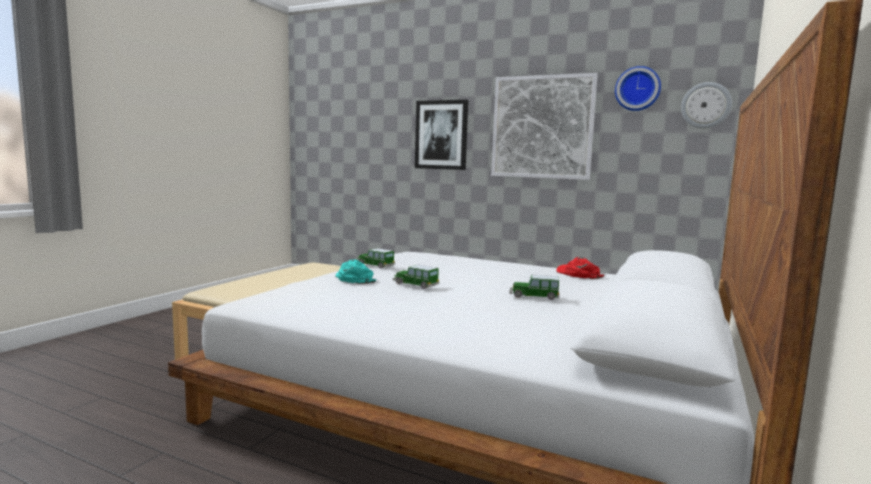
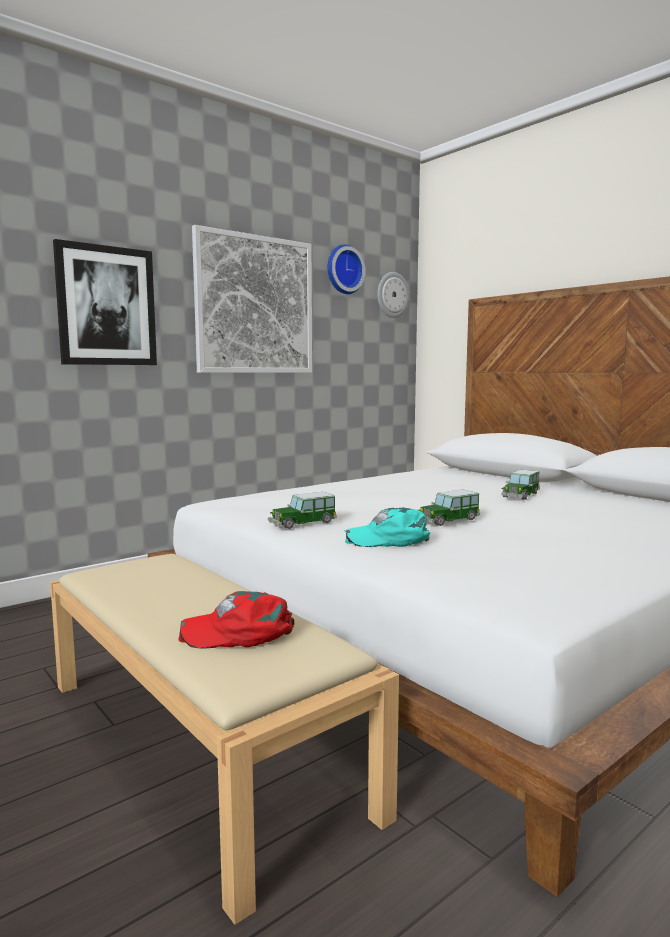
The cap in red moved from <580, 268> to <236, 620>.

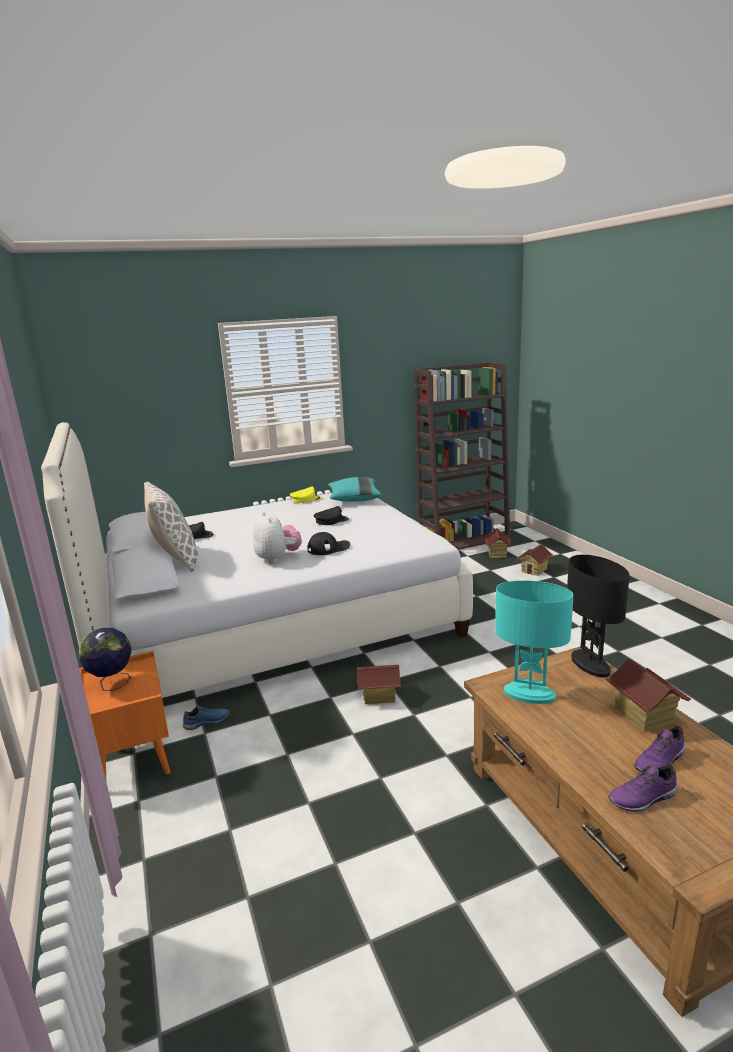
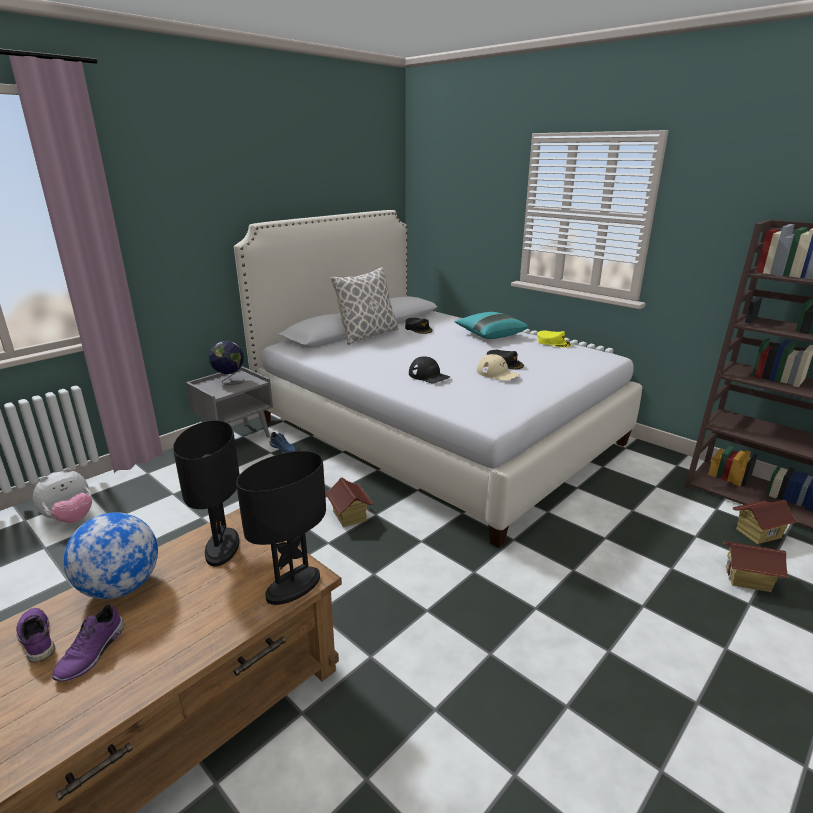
The plush toy moved from <277, 537> to <62, 495>. The shoe in purple at <659, 749> turned 105 degrees counterclockwise. The globe at <110, 555> appeared. The table lamp in turquoise at <534, 642> became the table lamp in black at <206, 493>. The nightstand in orange at <124, 714> became the nightstand in grey at <229, 402>. The pillow in turquoise moved from <354, 489> to <492, 325>. The cap in beige at <498, 367> appeared. The toy house at <648, 695> disappeared.

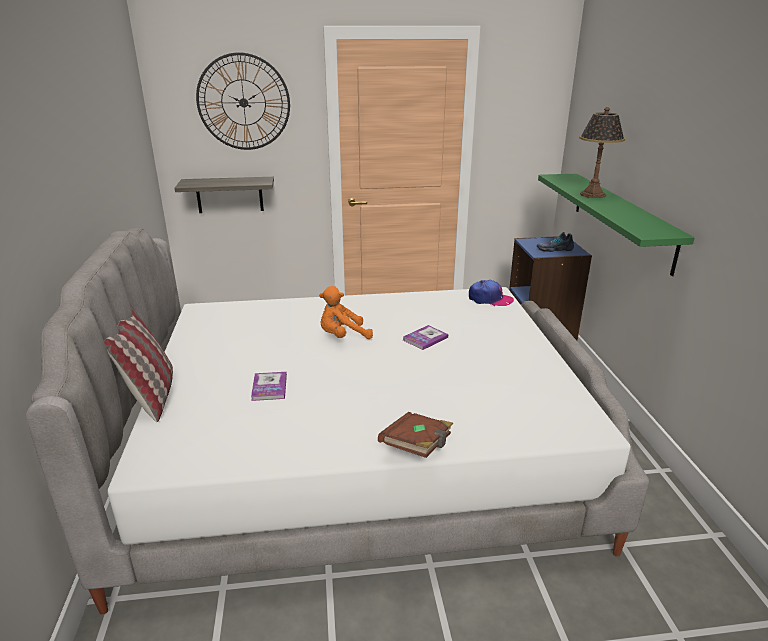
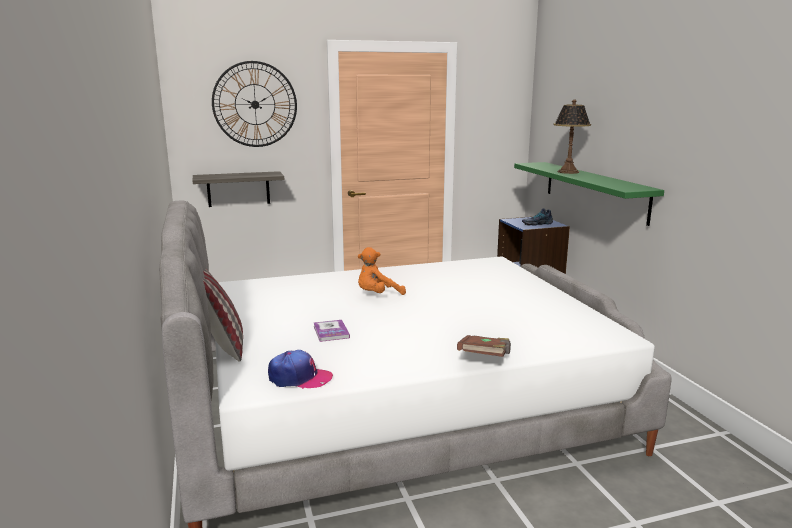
The cap moved from <491, 293> to <300, 369>. The book at <425, 337> disappeared.

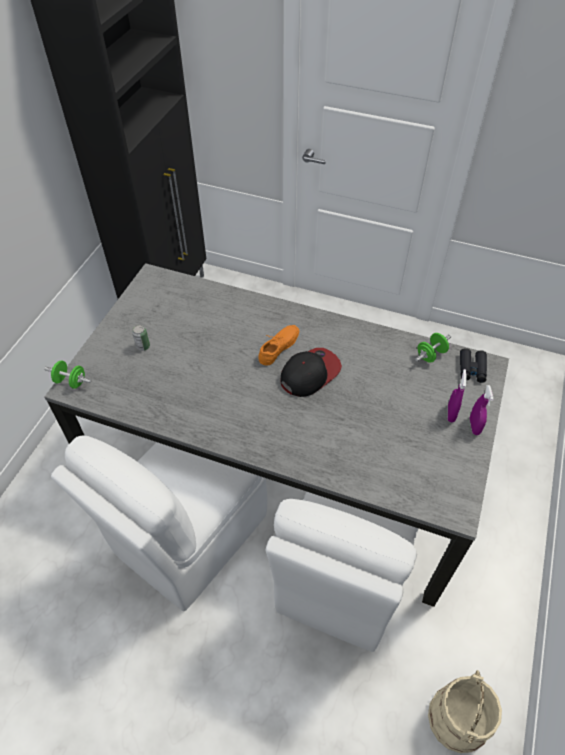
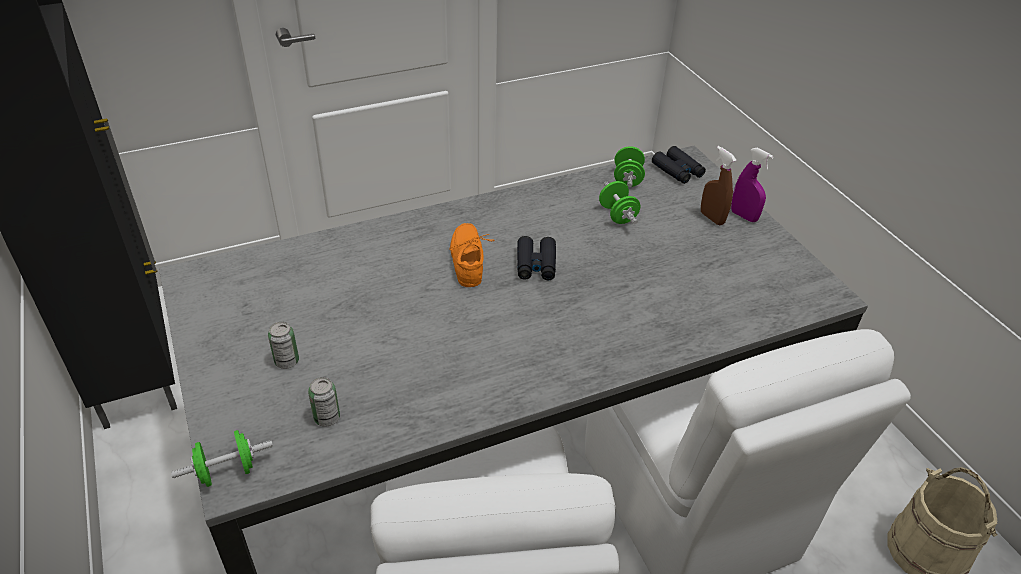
The can at <324, 402> appeared. The cap at <311, 372> was replaced by the binoculars in black at <536, 258>. The dumbbell in green at <619, 202> appeared. The spray bottle in purple at <457, 396> became the spray bottle in brown at <718, 185>.

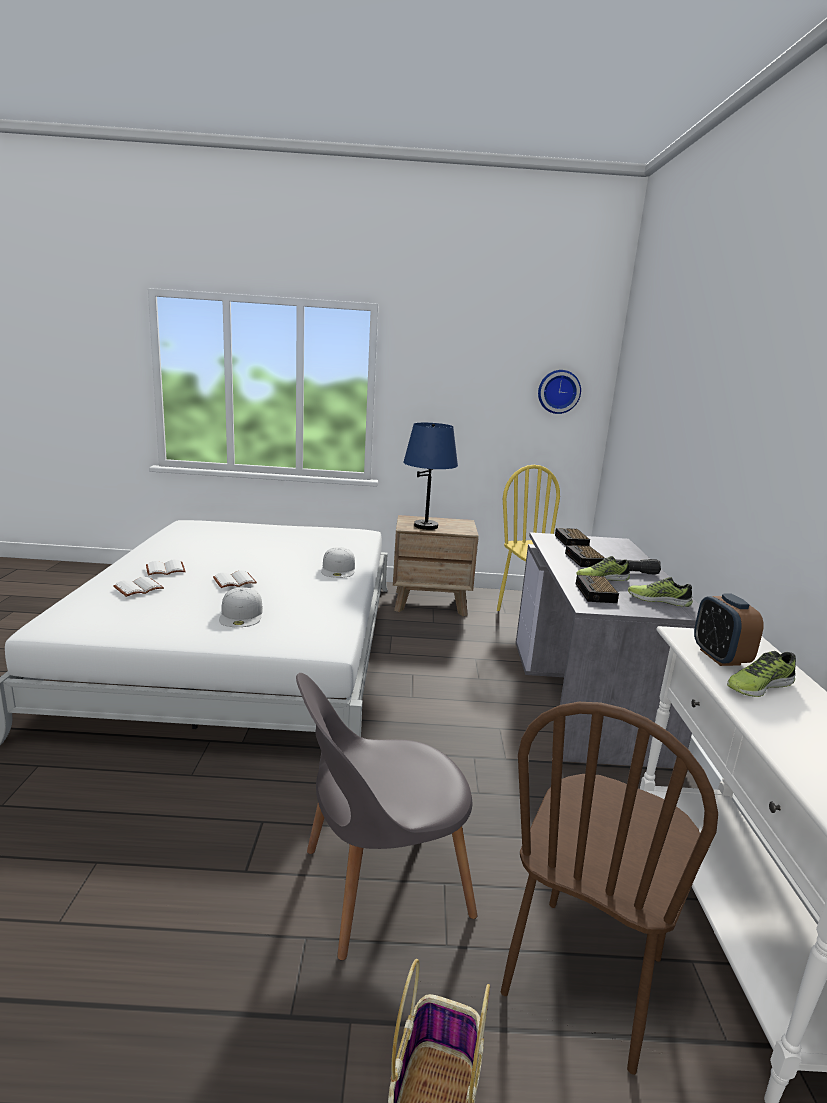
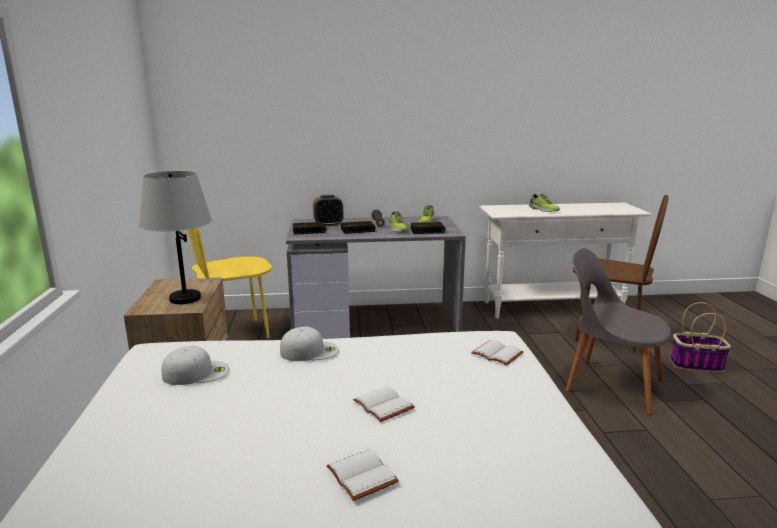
The table lamp in blue at <430, 476> became the table lamp in grey at <175, 237>. The cap in white moved from <241, 607> to <195, 365>. The alarm clock moved from <729, 630> to <328, 210>. The book in white moved from <138, 587> to <497, 352>. The chair in grey at <386, 816> turned 150 degrees clockwise. The wall clock at <559, 392> disappeared.

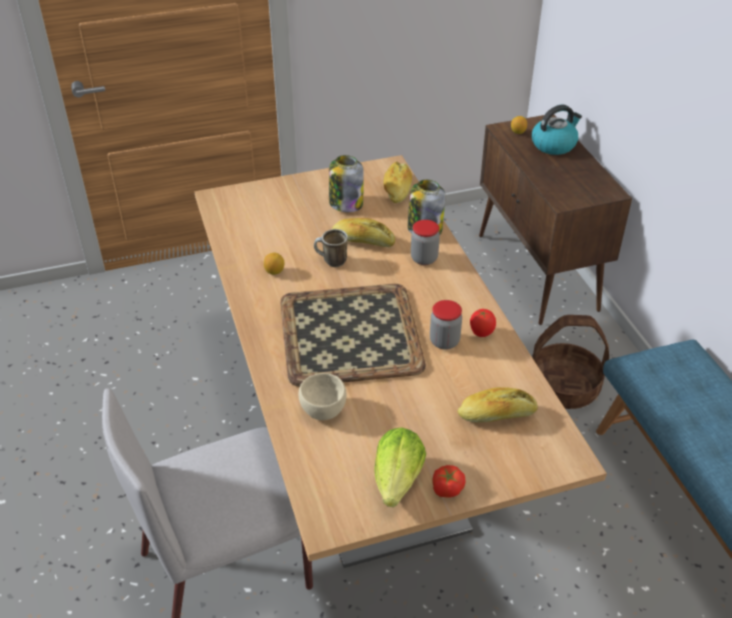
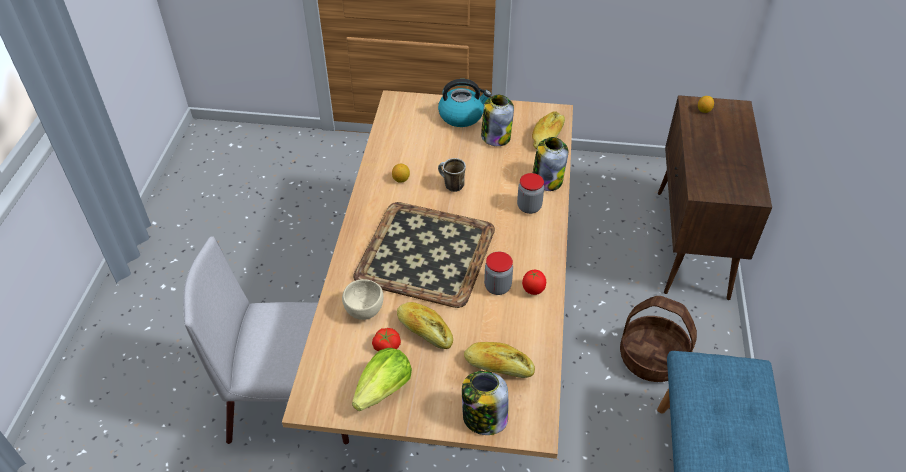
The tomato moved from <449, 481> to <386, 340>. The bread moved from <363, 232> to <425, 325>. The kettle moved from <557, 130> to <464, 103>. The jar at <485, 403> appeared.

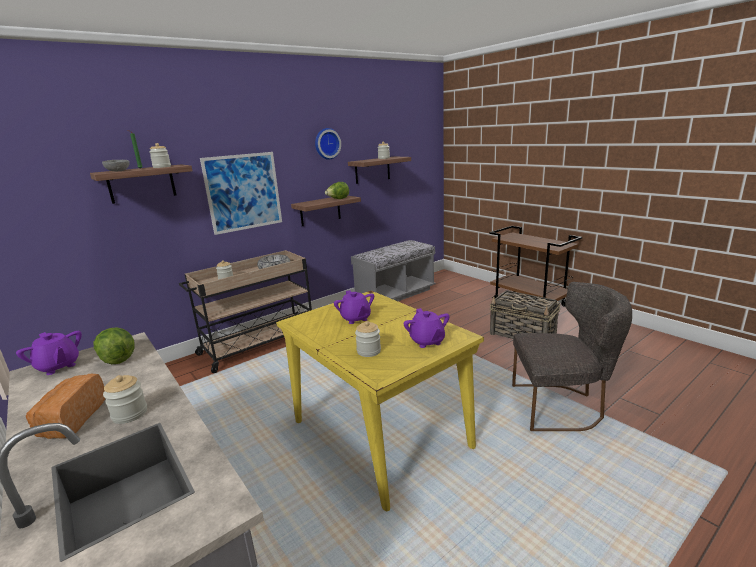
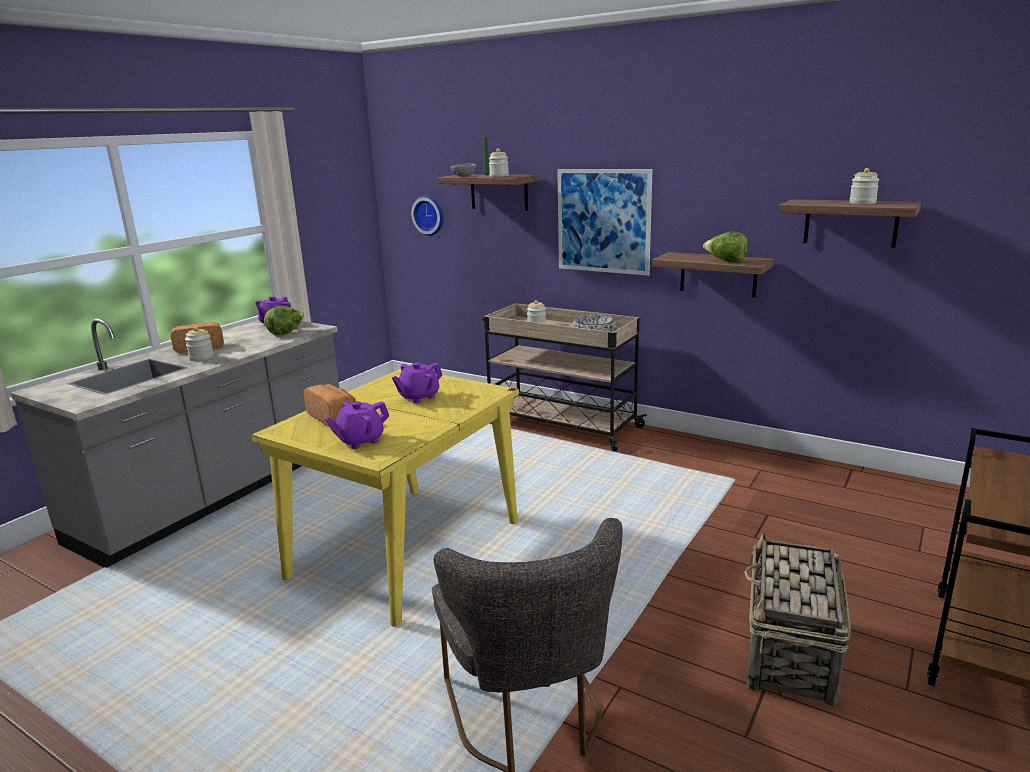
The jar at <368, 339> was replaced by the bread at <329, 405>. The wall clock moved from <328, 144> to <427, 215>. The bench in grey at <393, 270> disappeared.

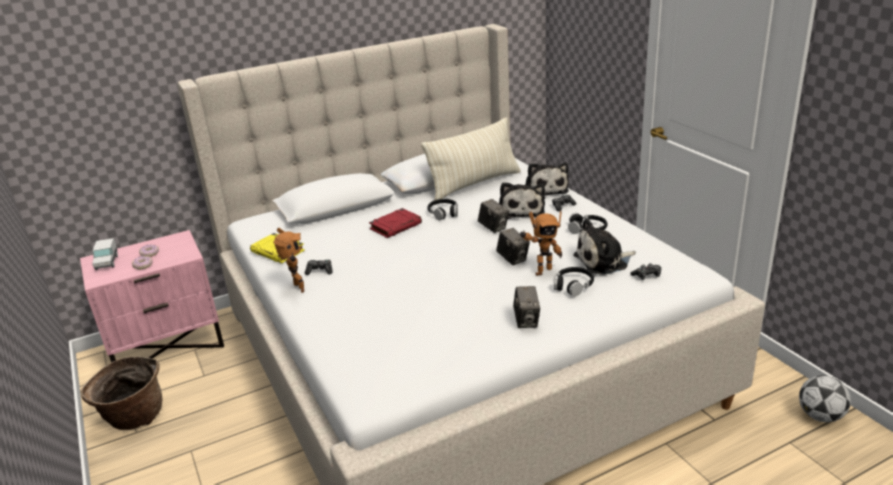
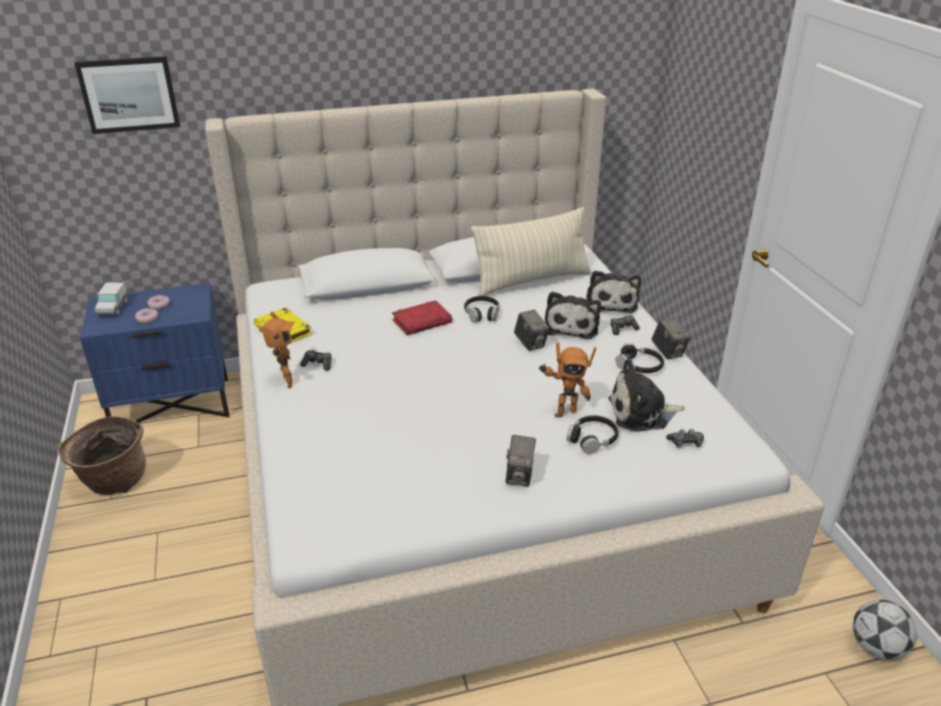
The picture at <127, 95> appeared. The nightstand in pink at <152, 296> became the nightstand in blue at <155, 353>. The photo camera moved from <513, 246> to <671, 338>.

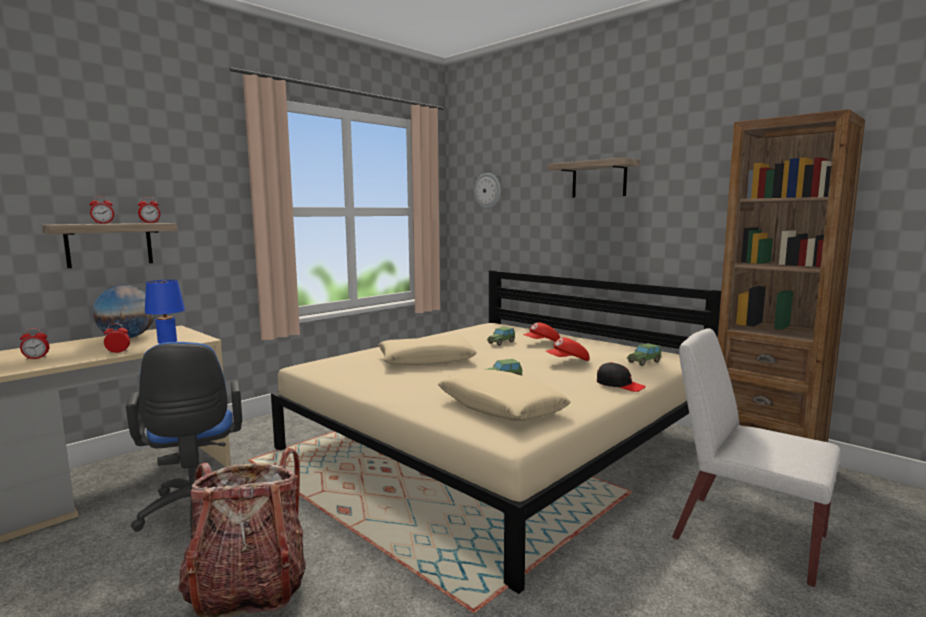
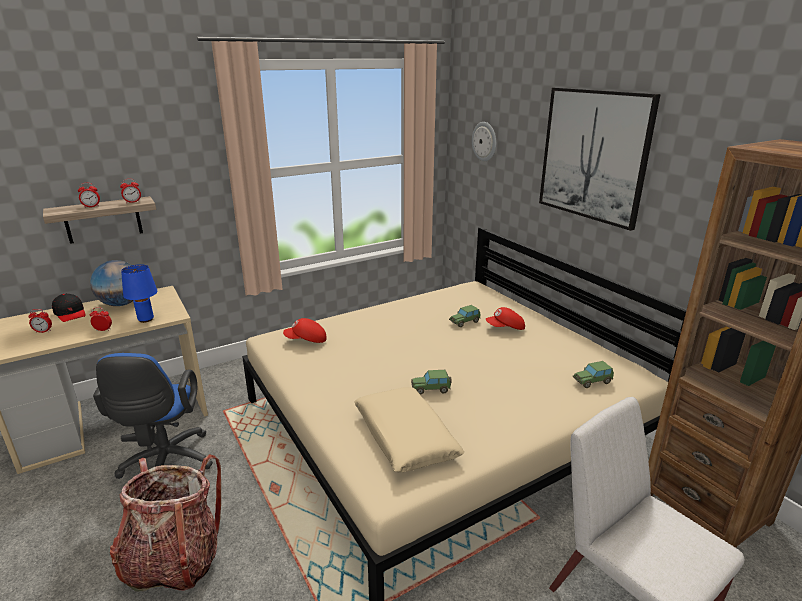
The cap in black moved from <621, 377> to <69, 308>. The cap in red moved from <567, 349> to <305, 330>. The shelf at <594, 178> was replaced by the picture at <600, 159>. The pillow in beige at <428, 350> disappeared.

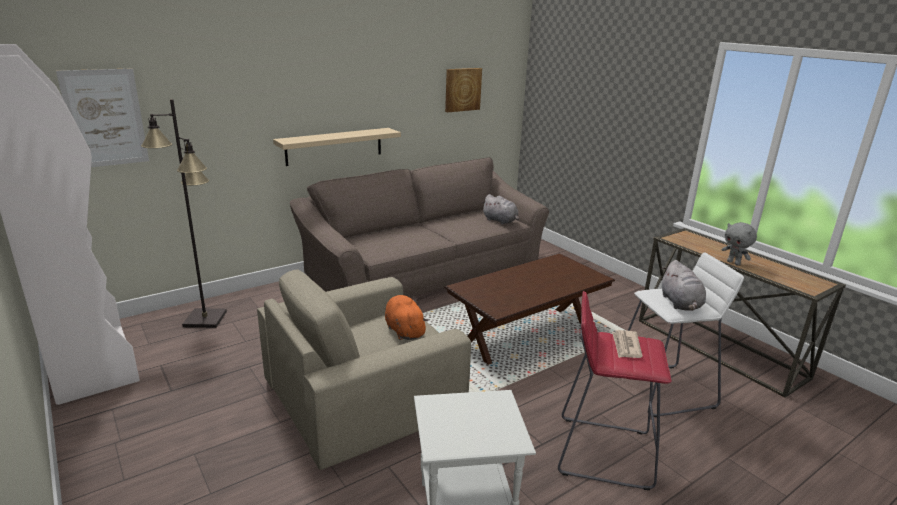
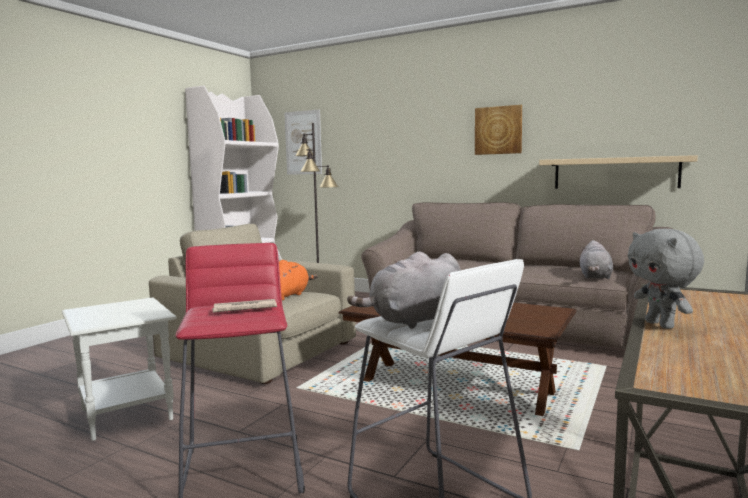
The picture moved from <463, 90> to <498, 130>. The shelf in beige moved from <337, 147> to <618, 172>. The plush toy in grey at <739, 243> turned 45 degrees counterclockwise.

